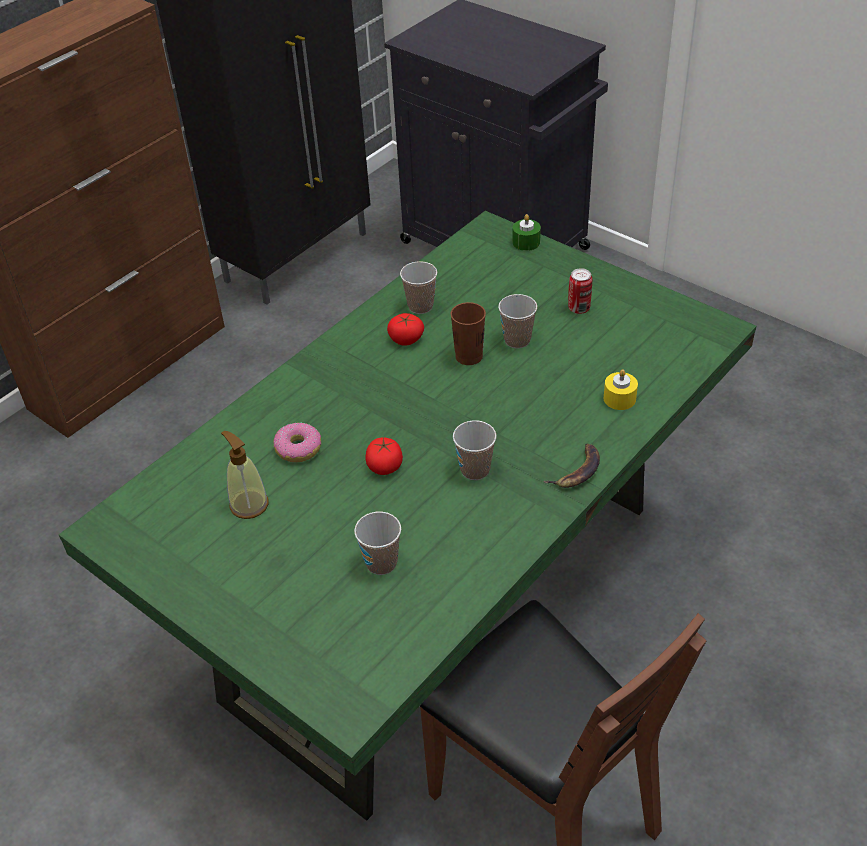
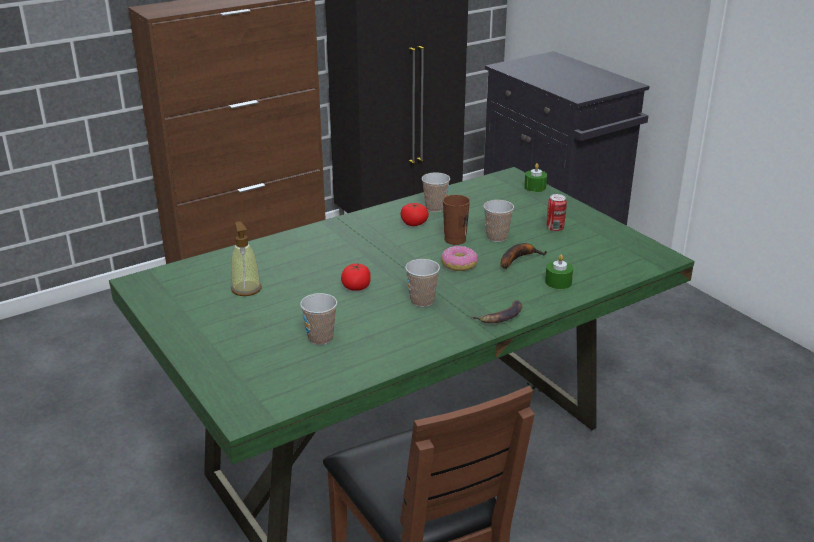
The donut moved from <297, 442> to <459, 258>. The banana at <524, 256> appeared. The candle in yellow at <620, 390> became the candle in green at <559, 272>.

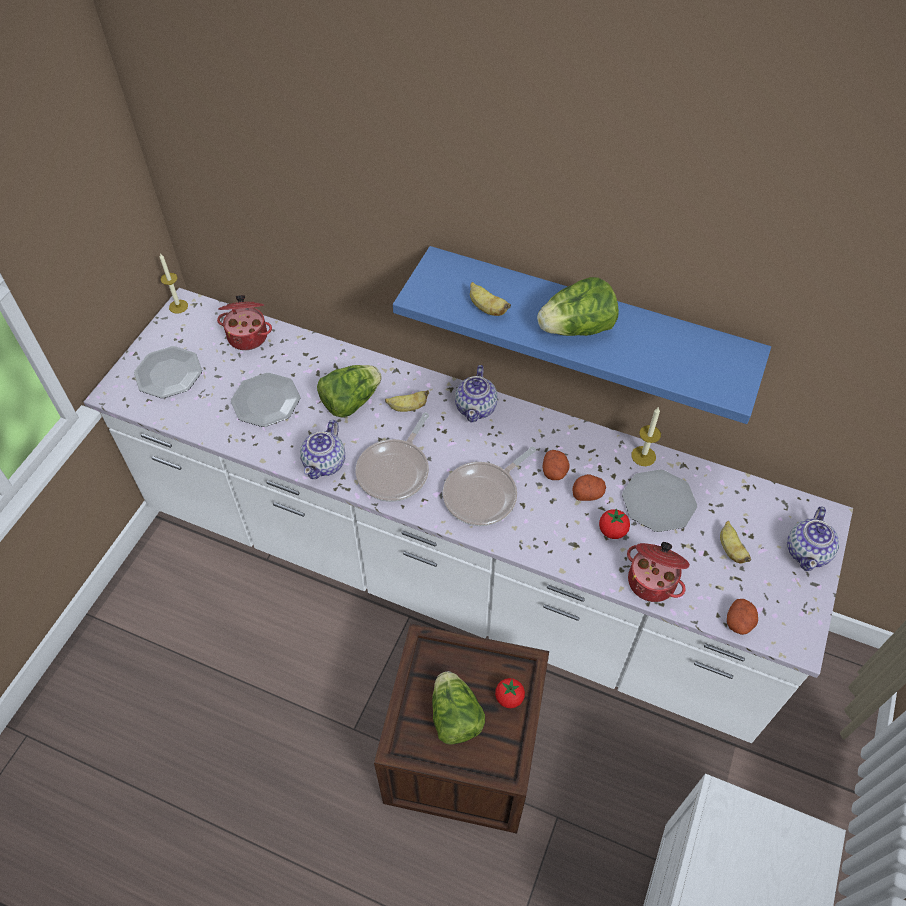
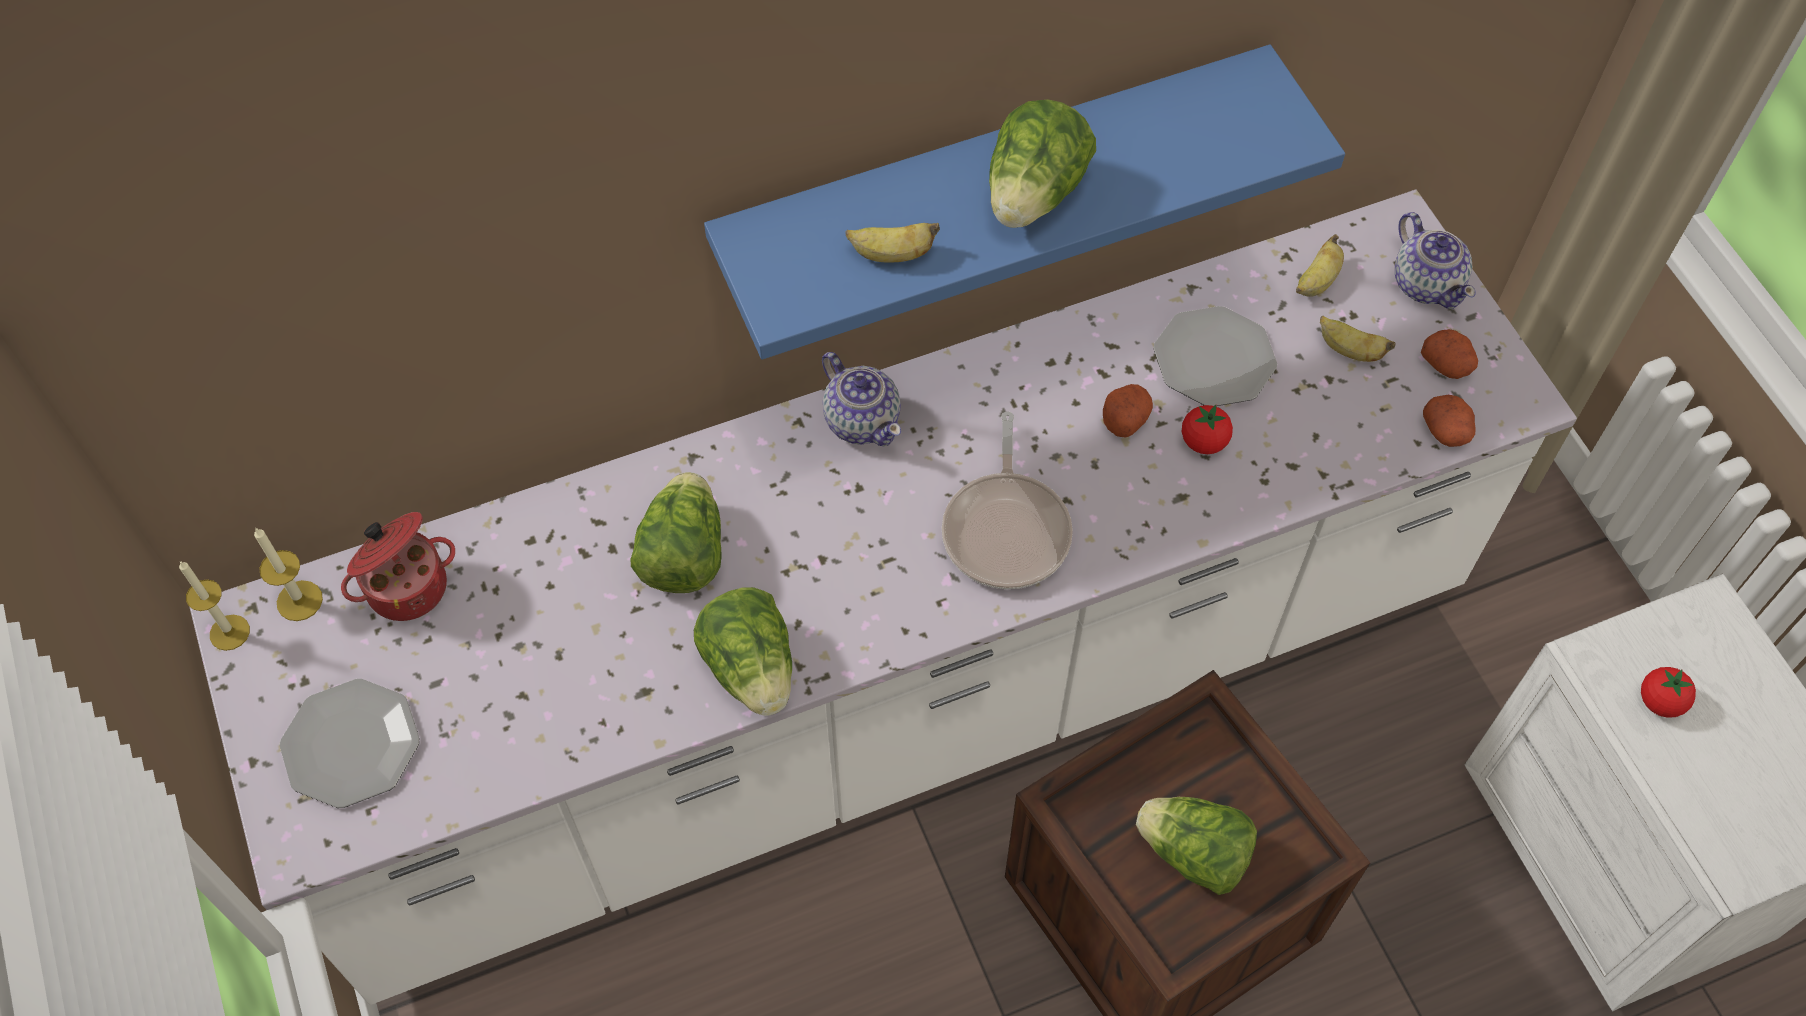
The candle moved from <646, 436> to <288, 574>. The teapot at <322, 449> was replaced by the lettuce at <743, 651>. The banana moved from <407, 401> to <1320, 265>. The potato moved from <556, 465> to <1449, 354>. The tomato moved from <510, 693> to <1668, 692>. The plate at <265, 400> disappeared. The frying pan at <392, 457> disappeared. The cooking pot at <658, 572> disappeared.

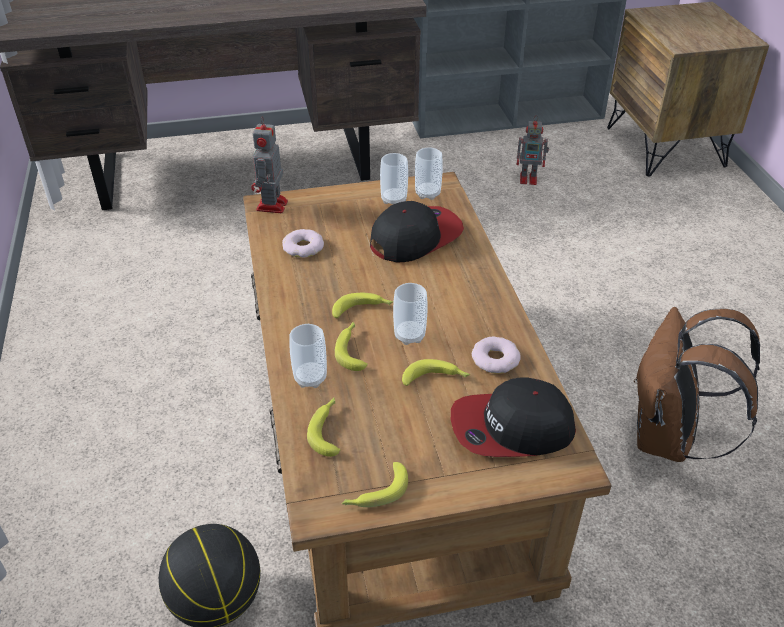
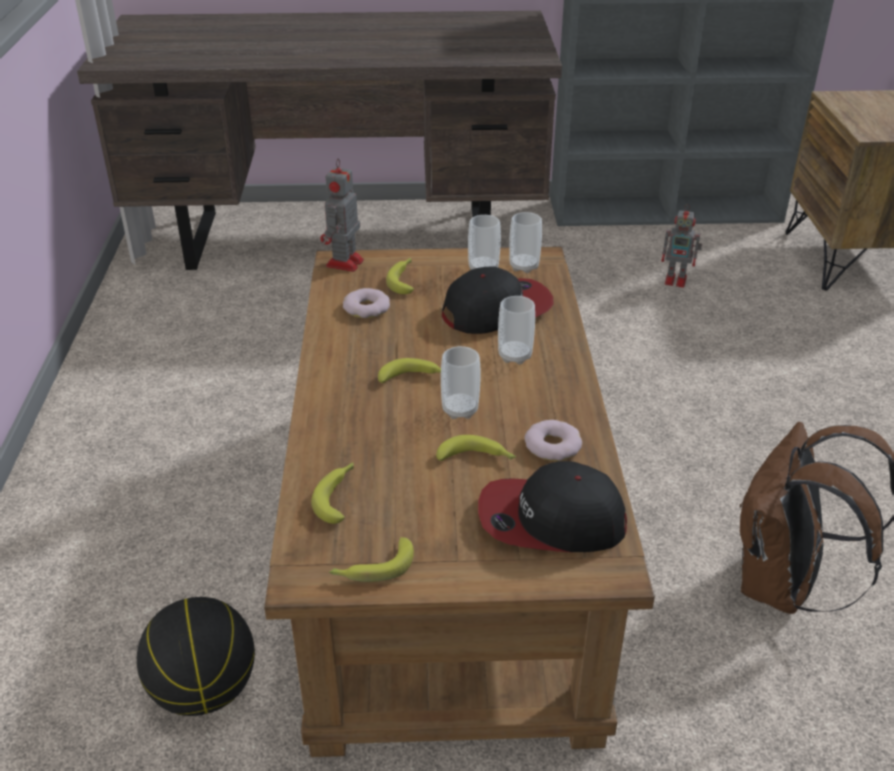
The banana moved from <351, 346> to <400, 276>. The cup moved from <308, 356> to <516, 330>.

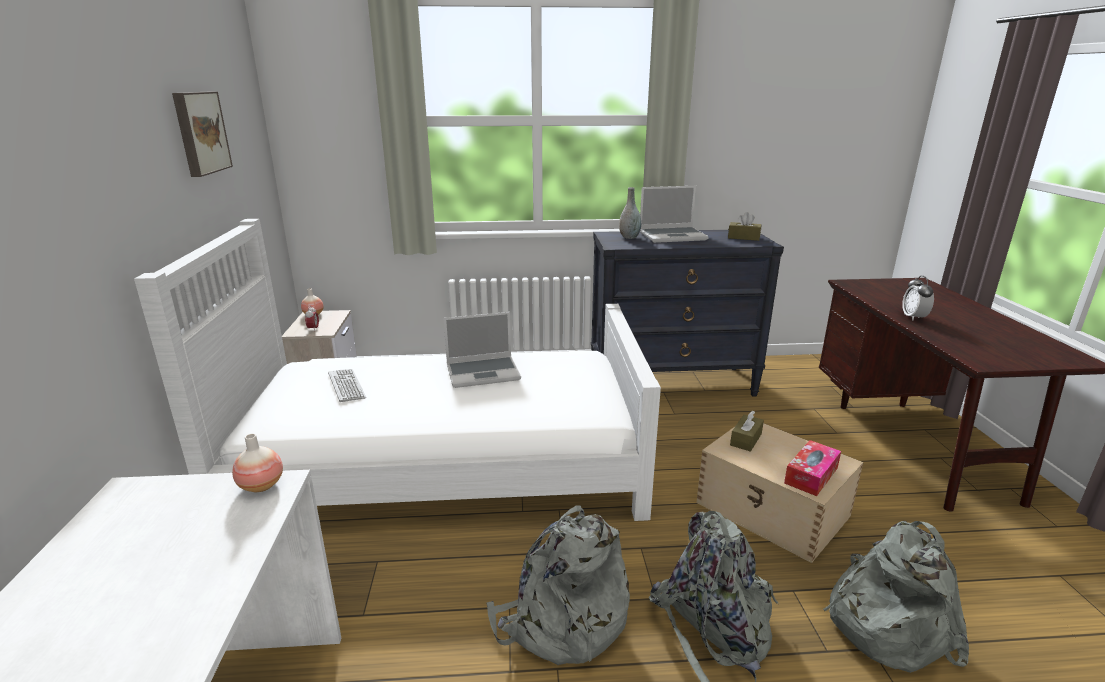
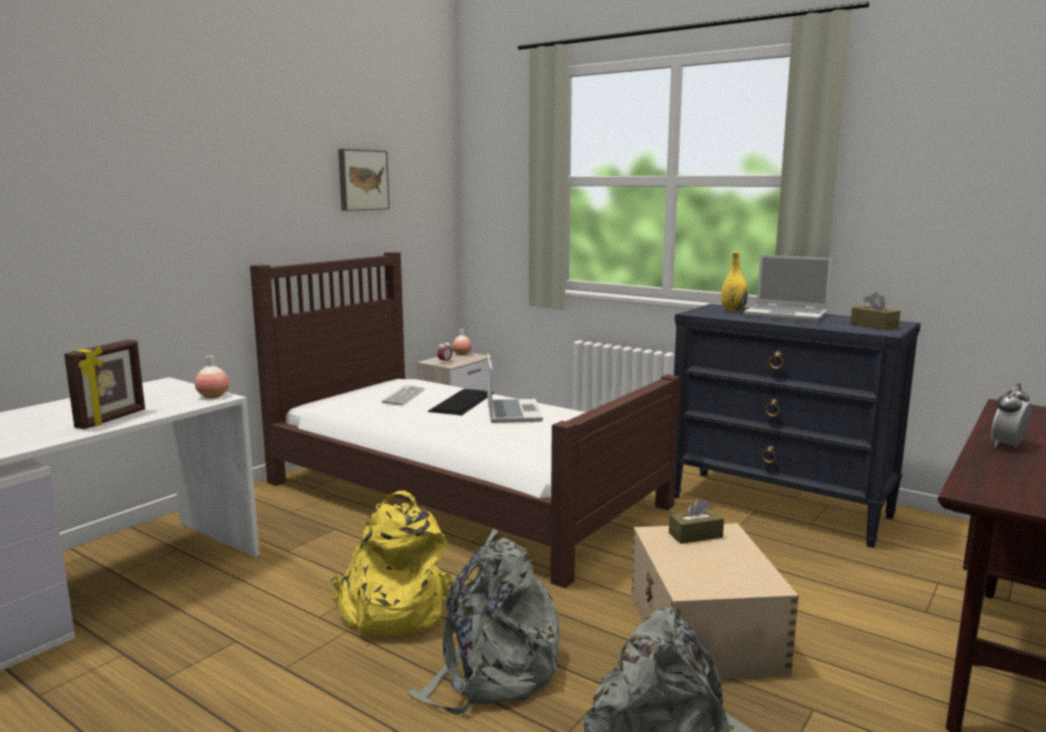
The picture frame at <104, 384> appeared. The bed in white at <397, 370> became the bed in brown at <465, 420>. The backpack in grey at <558, 585> became the backpack in yellow at <391, 563>. The keyboard at <461, 402> appeared. The laptop at <482, 350> turned 120 degrees counterclockwise. The vase in grey at <630, 213> became the vase in yellow at <734, 282>. The tissue box at <812, 468> disappeared.

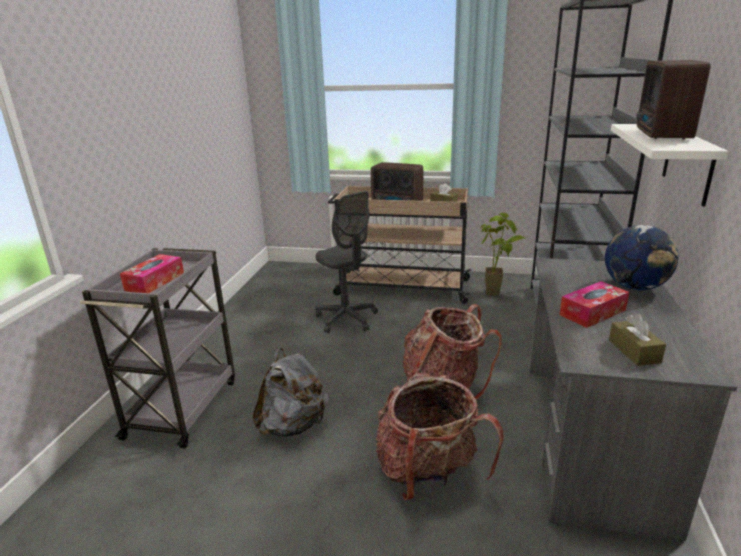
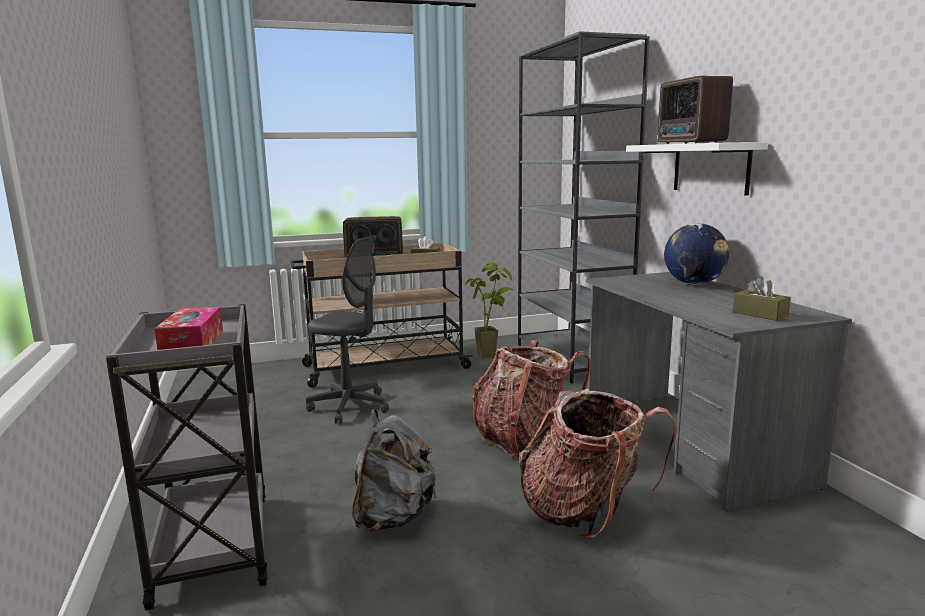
The tissue box at <594, 304> disappeared.

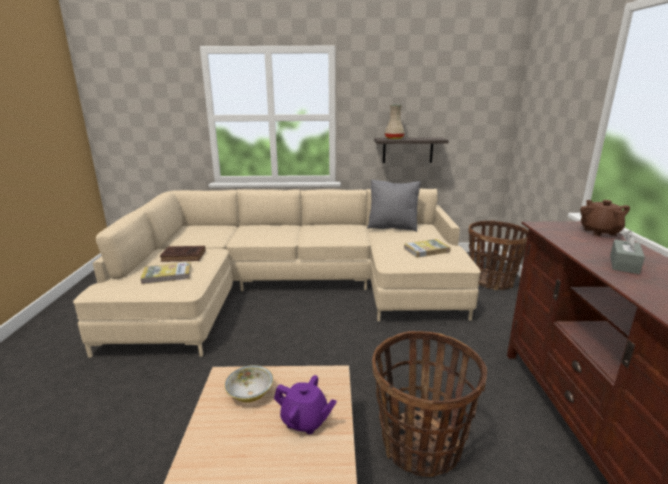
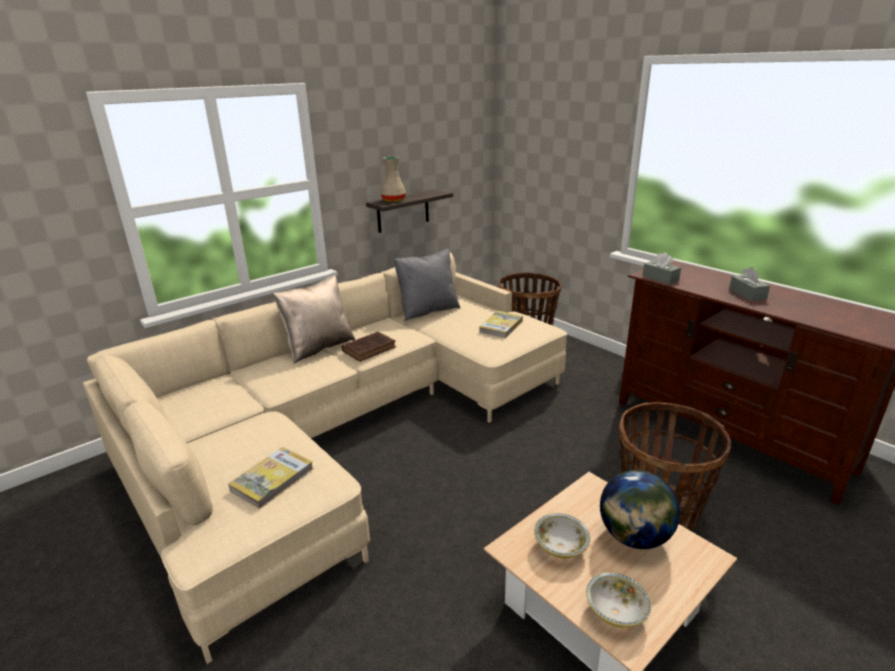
The pillow in beige at <314, 319> appeared. The book in brown moved from <183, 254> to <369, 347>. The bowl at <618, 600> appeared. The teapot in purple at <305, 404> was replaced by the globe at <640, 509>. The tissue box in grey at <661, 268> appeared. The teapot in brown at <605, 218> disappeared.

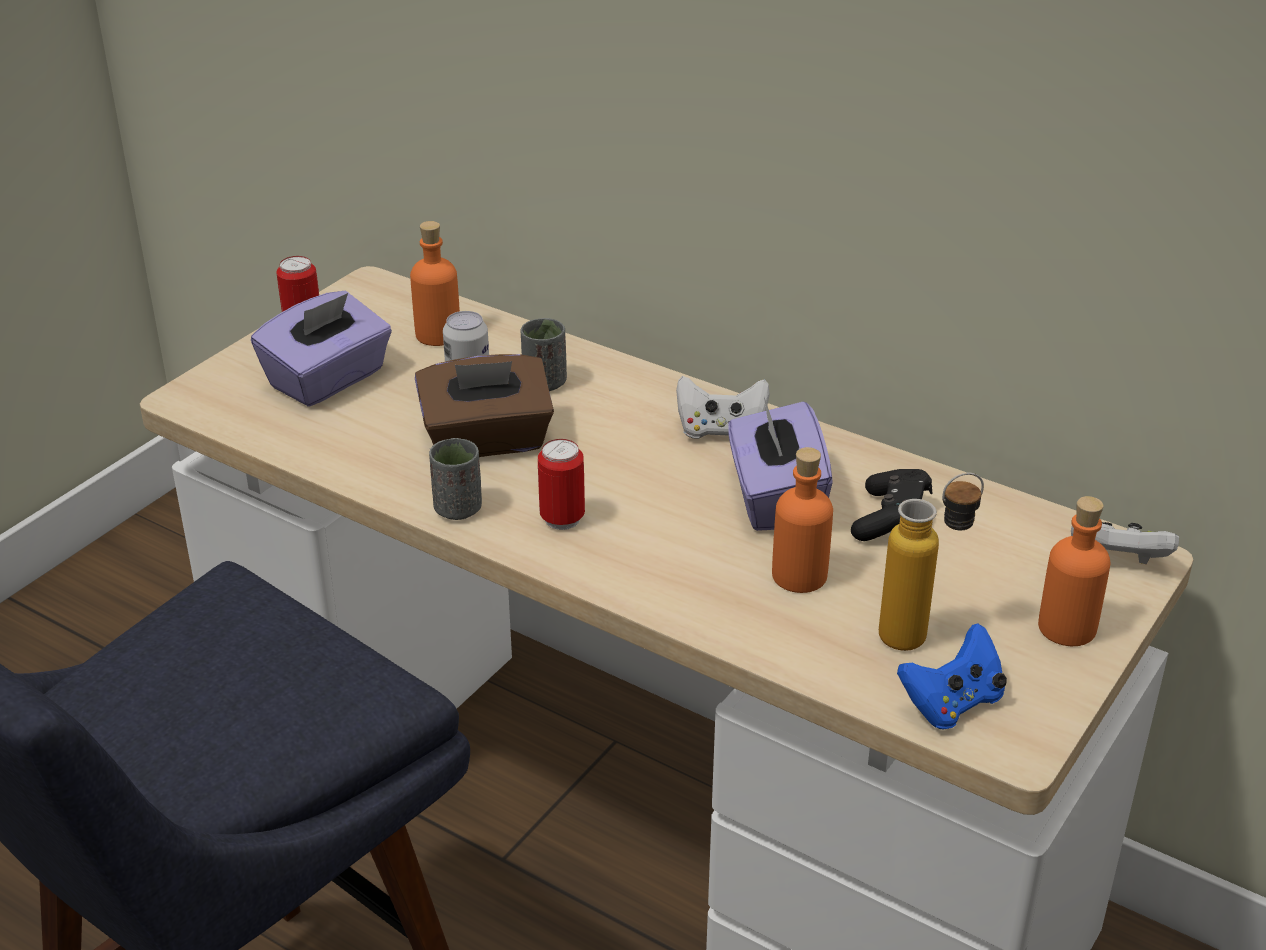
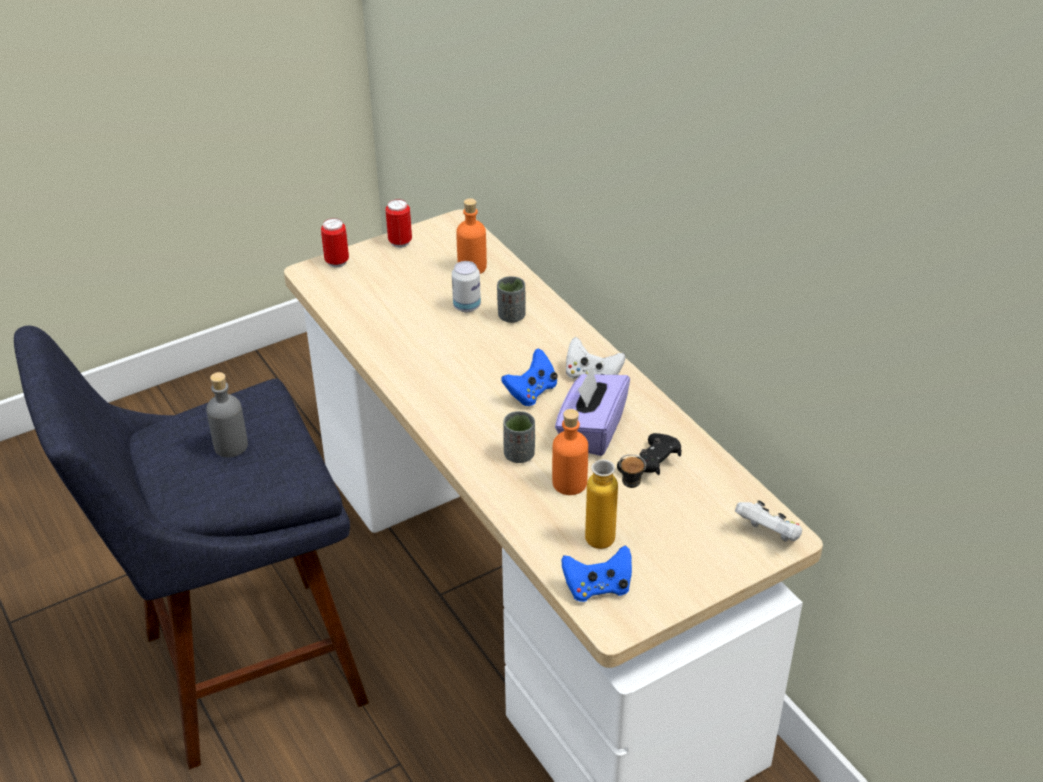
The bottle in grey at <227, 414> appeared. The can moved from <561, 484> to <335, 243>. The game controller in blue at <529, 377> appeared. The cup in grey moved from <455, 479> to <519, 437>. The tissue box in purple at <321, 348> disappeared. The tissue box in brown at <484, 405> disappeared. The bottle in orange at <1074, 571> disappeared.

